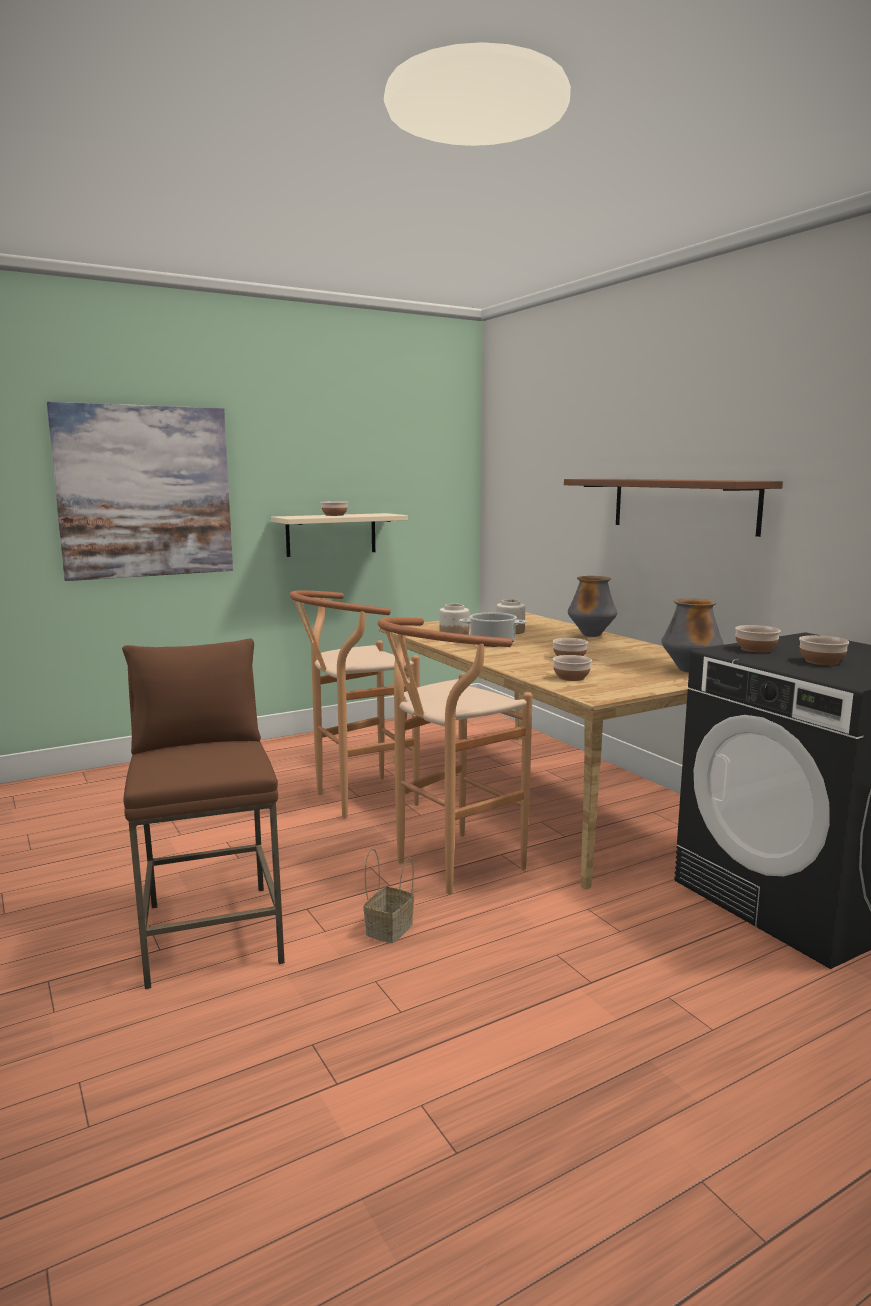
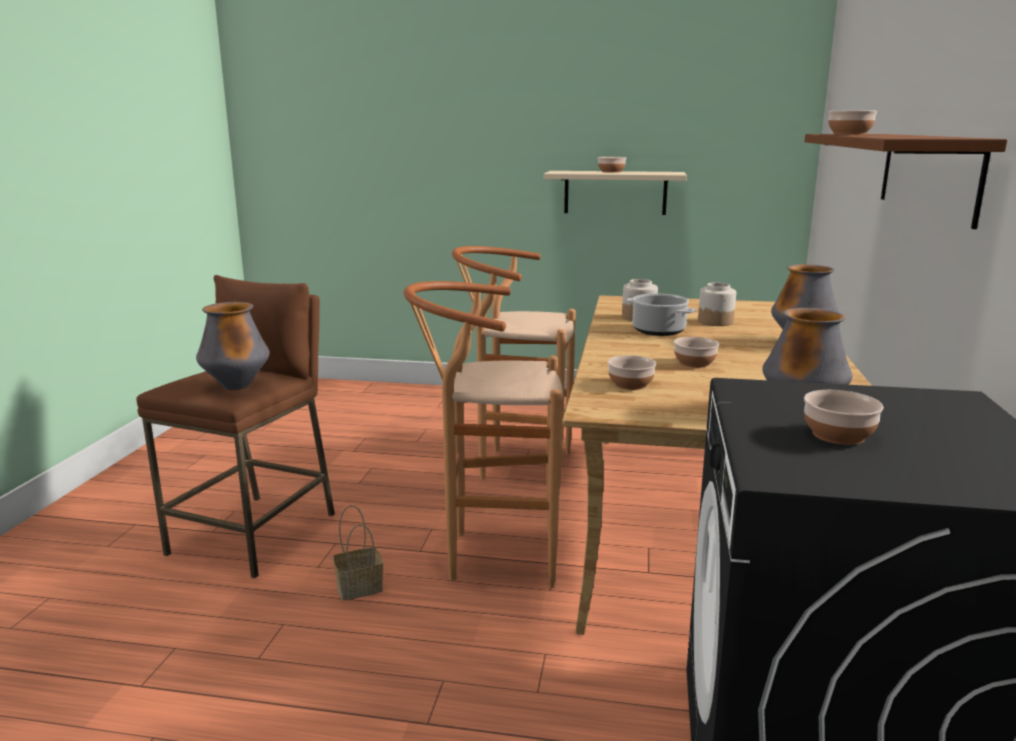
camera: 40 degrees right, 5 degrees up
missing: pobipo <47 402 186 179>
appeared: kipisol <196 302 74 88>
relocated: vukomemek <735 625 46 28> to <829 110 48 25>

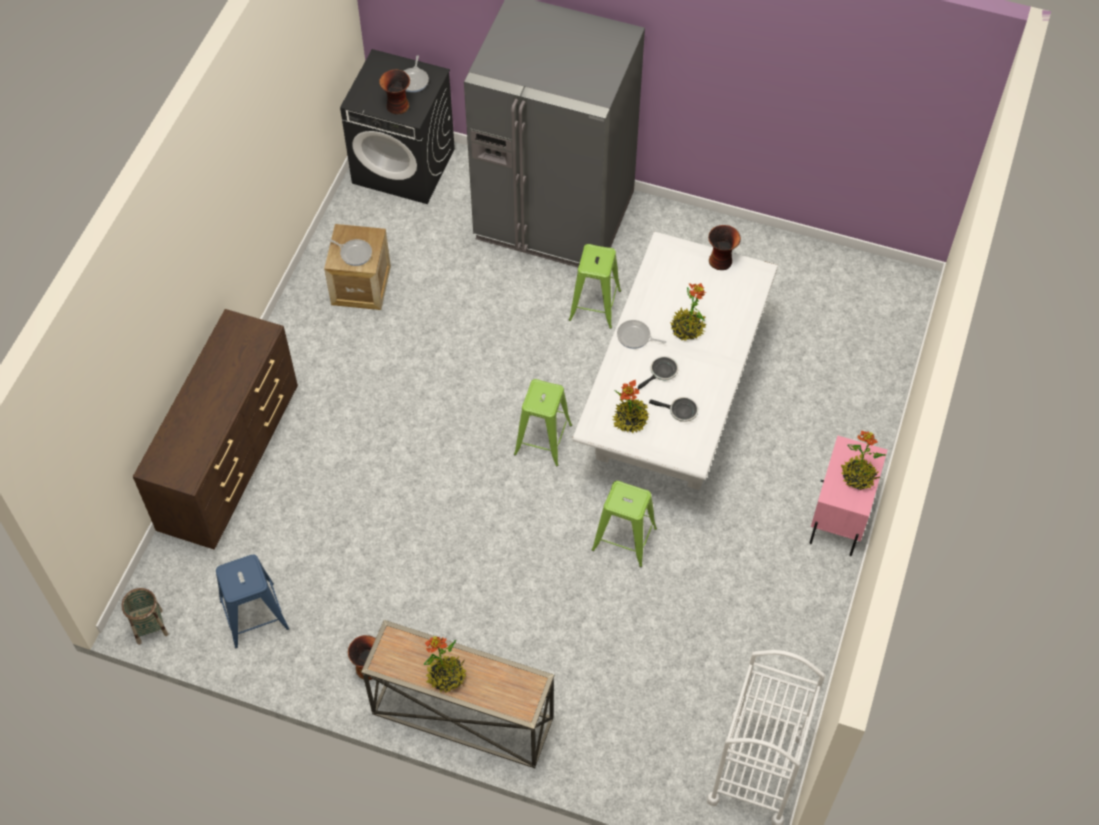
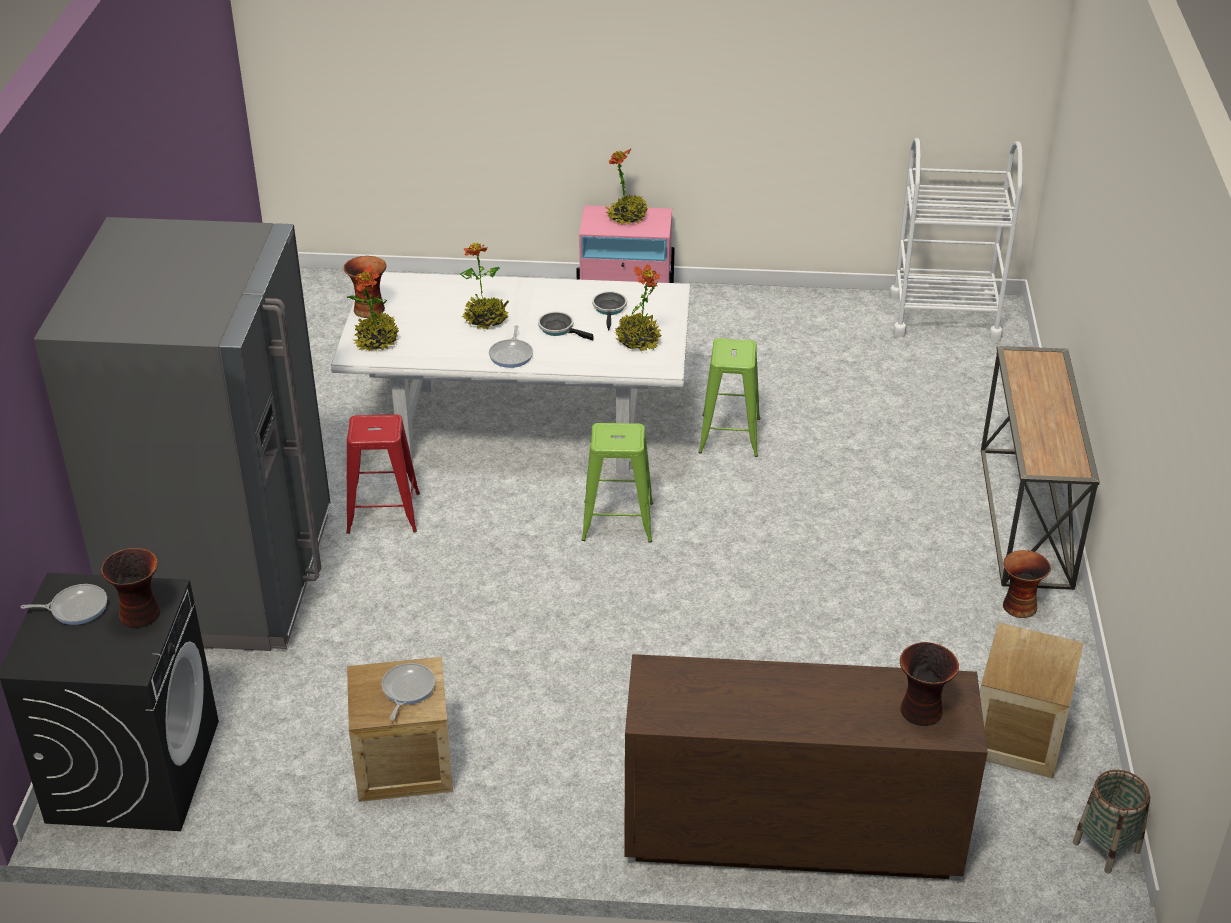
camera: 105 degrees left, 20 degrees down
appeared: kipisol <900 642 59 84>
relocated: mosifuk <424 636 42 57> to <347 264 52 87>
exchanged: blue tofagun <216 555 73 93> to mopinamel <980 623 103 155>
colour: green tofagun <569 244 52 85> to red tofagun <346 414 74 120>

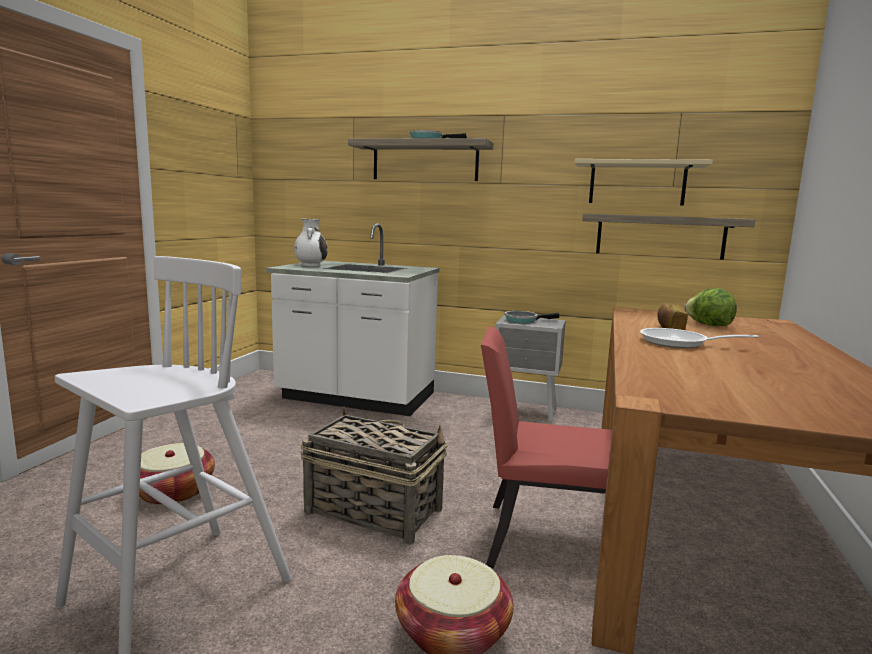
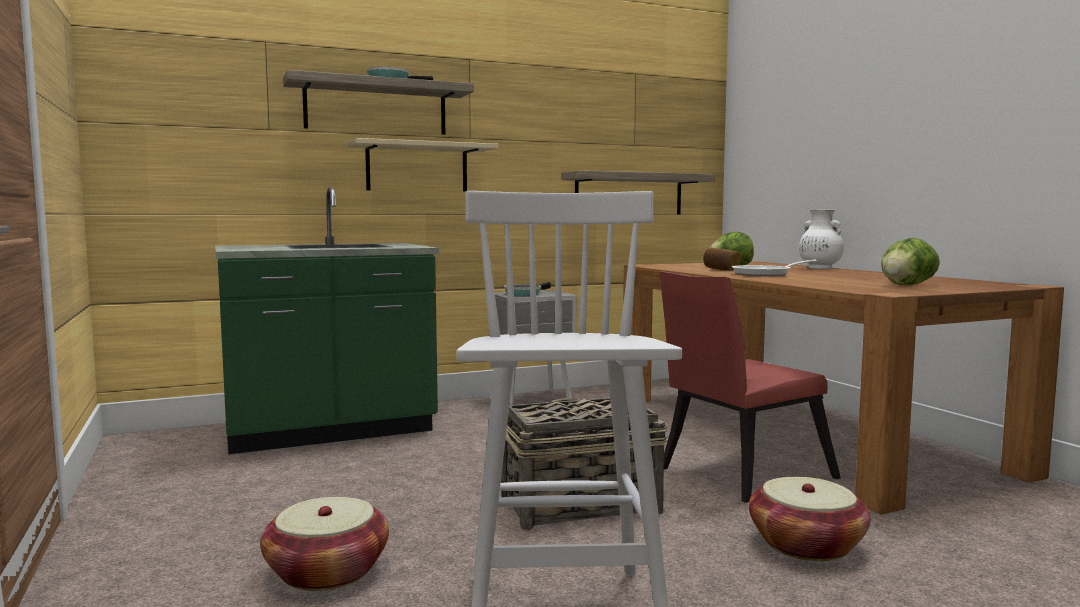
camera: 40 degrees left, 5 degrees down
appeared: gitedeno <881 238 59 47>
relocated: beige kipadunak <574 159 139 47> to <347 138 151 54>; white kipisol <294 219 34 48> to <799 210 45 59>
colour: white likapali <266 223 174 193> to green likapali <215 187 224 267>

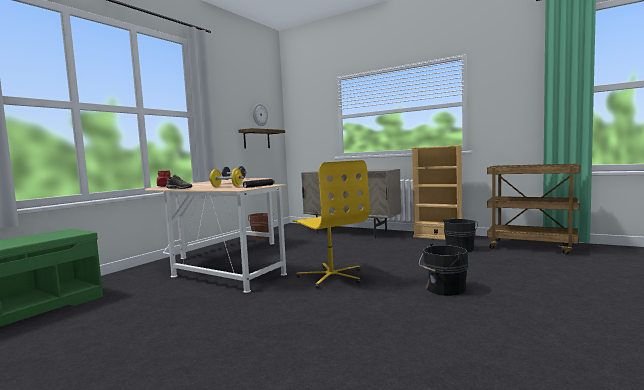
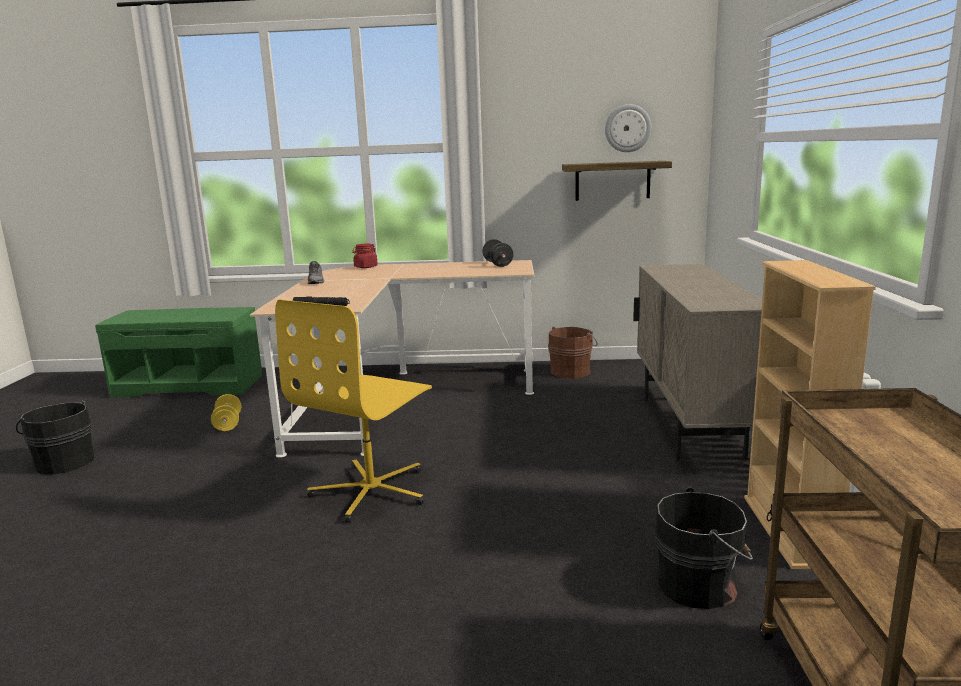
camera: 60 degrees right, 10 degrees up
relocated: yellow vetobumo <209 168 35 19> to <211 394 30 37>; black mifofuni <419 244 50 52> to <16 400 78 75>

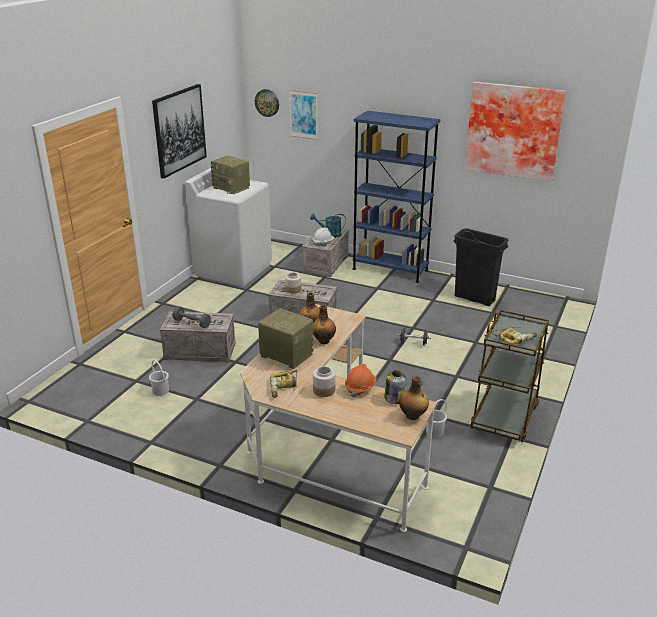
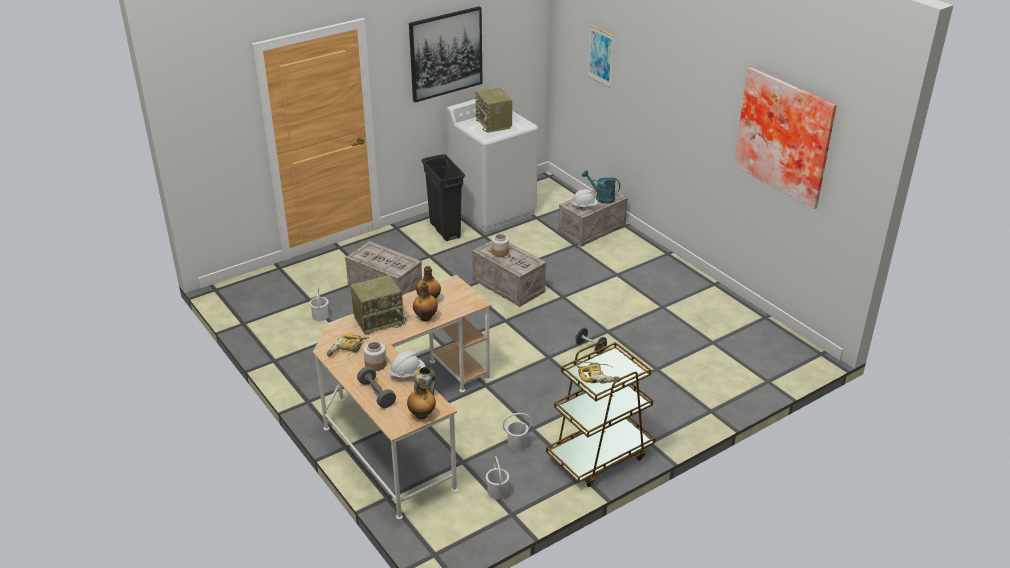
camera: 30 degrees right, 5 degrees up
missing: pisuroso <255 89 24 28>; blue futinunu <352 111 88 172>
appeared: white mifofuni <486 456 23 43>
relocated: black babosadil <454 228 54 78> to <421 154 44 87>; grey vetobumo <173 306 38 22> to <357 366 39 42>
colour: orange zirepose <345 364 32 33> to white zirepose <389 351 36 29>
spun: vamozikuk <258 308 56 61> = <350 275 56 60> 90 degrees clockwise

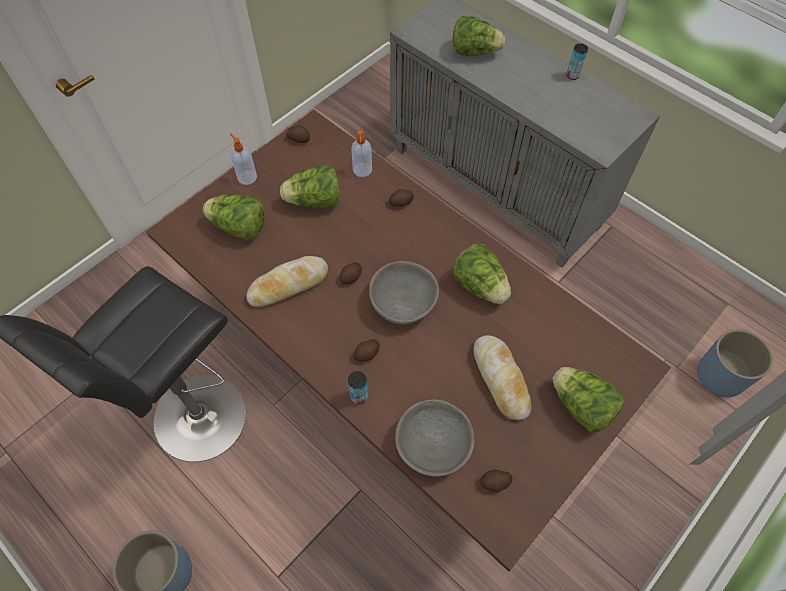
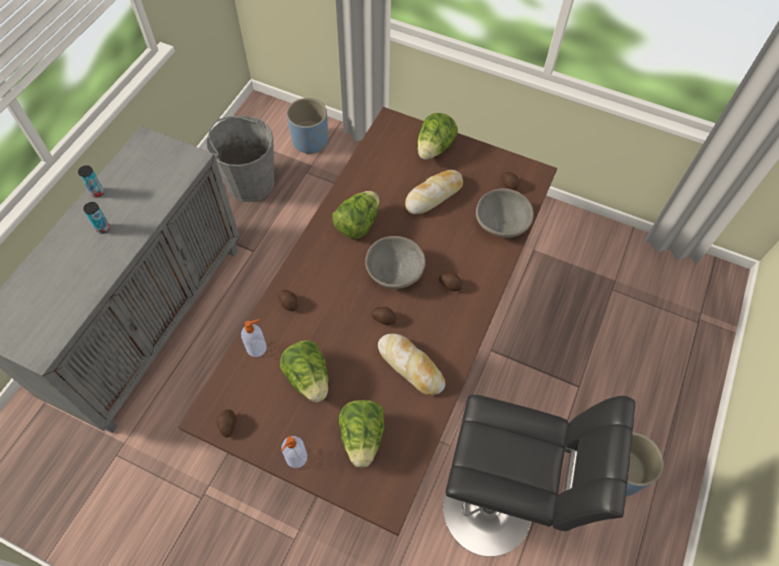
camera: 110 degrees left, 0 degrees up
missing: gitedeno <453 16 52 40>
appeared: grey mifofuni <206 116 69 86>
relocated: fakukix <348 371 20 34> to <83 202 27 32>

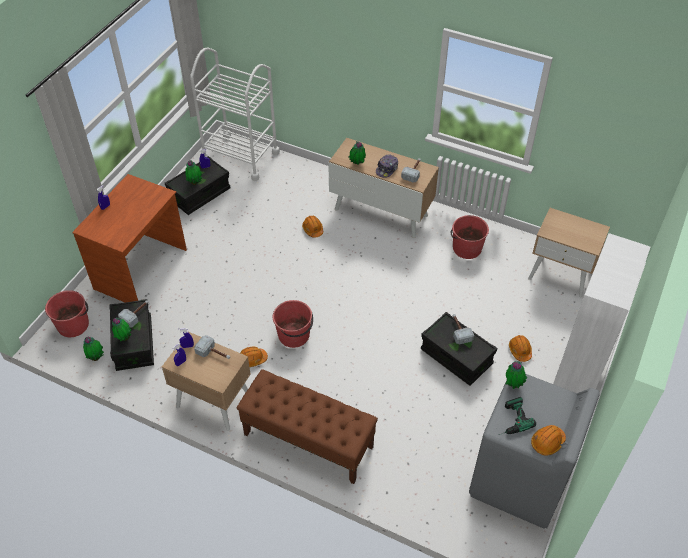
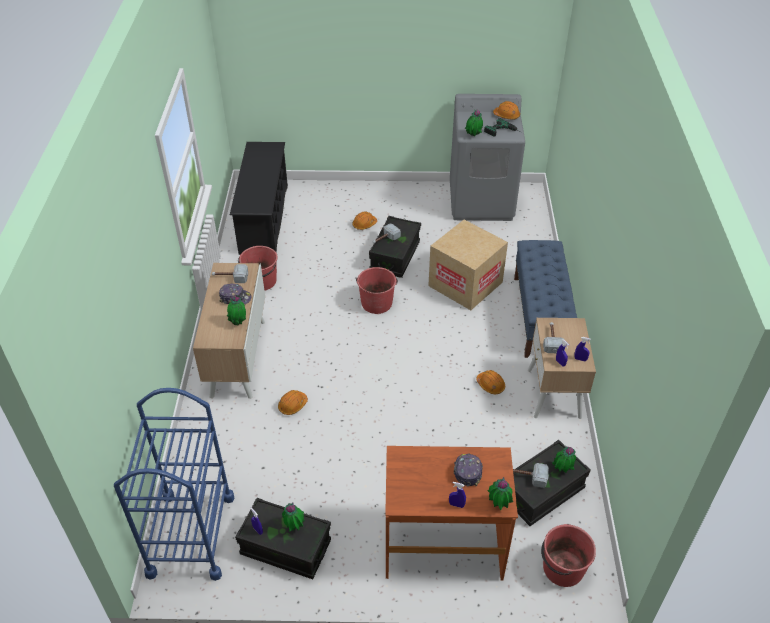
camera: 115 degrees left, 5 degrees down
missing: white futinunu <553 233 97 160>
appeared: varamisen <428 220 80 90>; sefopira <454 454 29 33>
relocated: red mifofuni <273 300 40 48> to <356 267 42 47>; mosifuk <83 336 21 25> to <488 477 25 33>
exchanged: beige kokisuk <528 208 82 90> to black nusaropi <230 142 58 113>
colour: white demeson <190 47 90 134> to blue demeson <114 388 121 193>; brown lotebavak <237 369 141 115> to blue lotebavak <514 240 63 118>

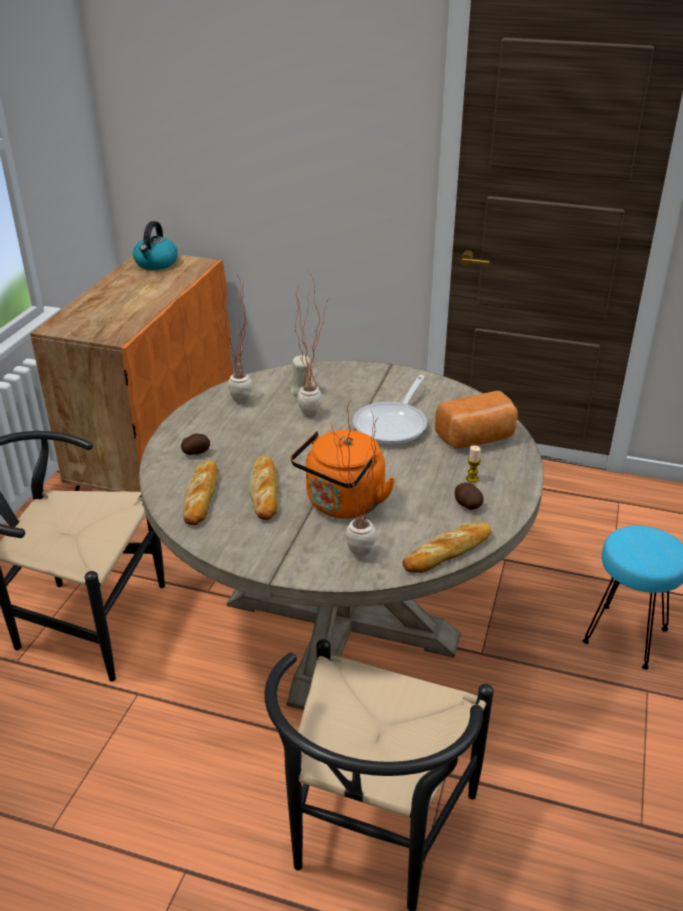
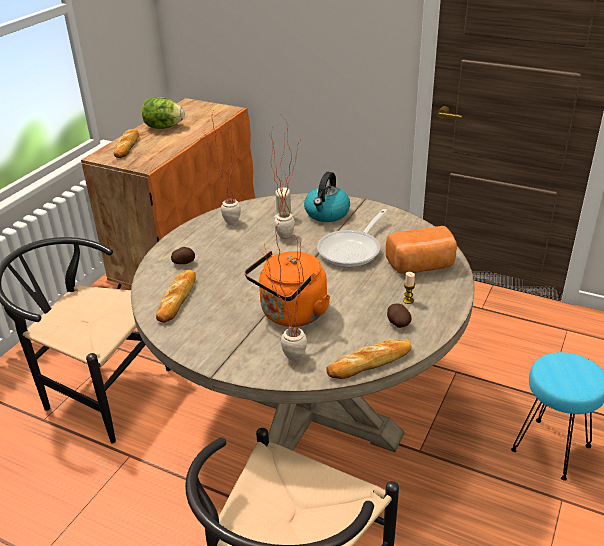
camera: 10 degrees right, 0 degrees up
appeared: gitedeno <142 97 43 32>
relocated: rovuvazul <133 221 45 49> to <304 172 46 50>; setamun <249 456 29 64> to <114 129 25 29>

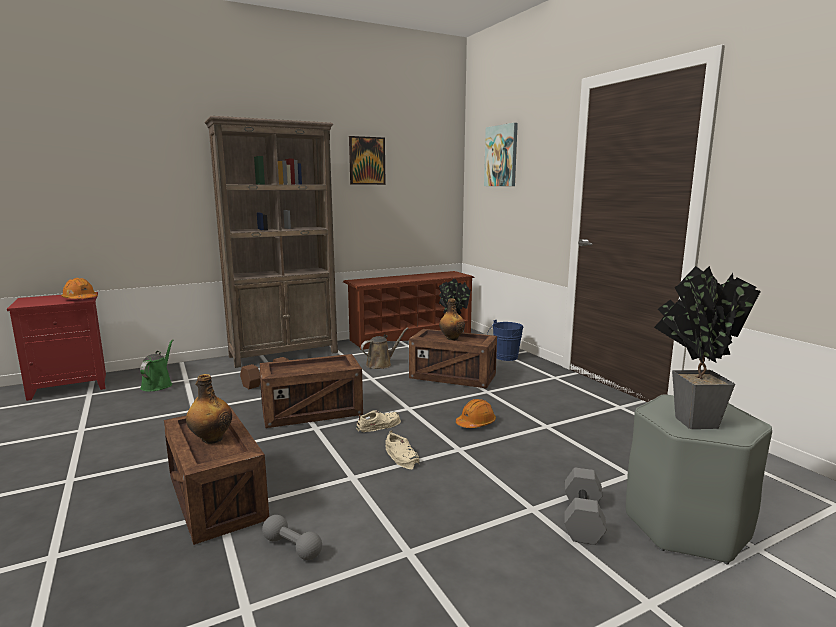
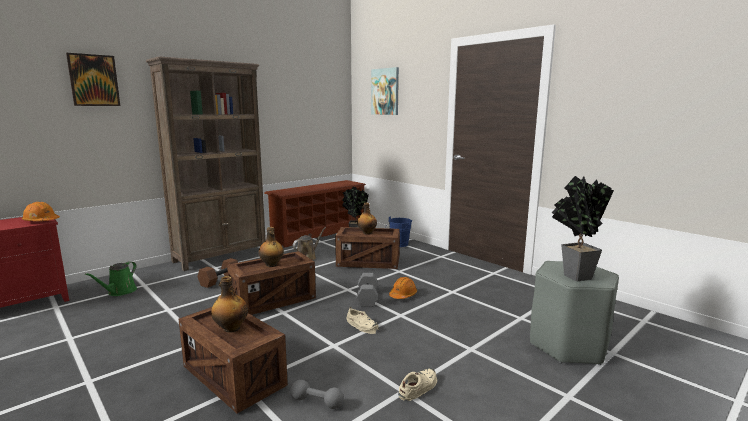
camera: 15 degrees left, 0 degrees up
appeared: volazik <259 227 25 40>
relocated: pobipo <349 136 37 49> to <66 53 54 53>; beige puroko <356 410 45 22> to <398 368 39 33>; grey vetobumo <564 468 43 77> to <357 273 21 34>
spun: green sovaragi <140 339 33 52> = <85 261 52 35> 150 degrees counterclockwise

